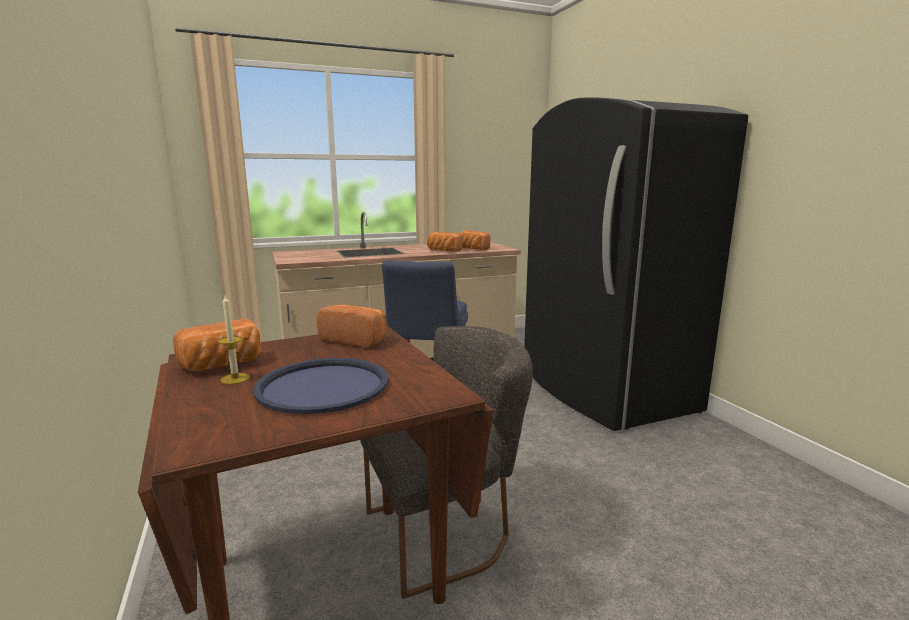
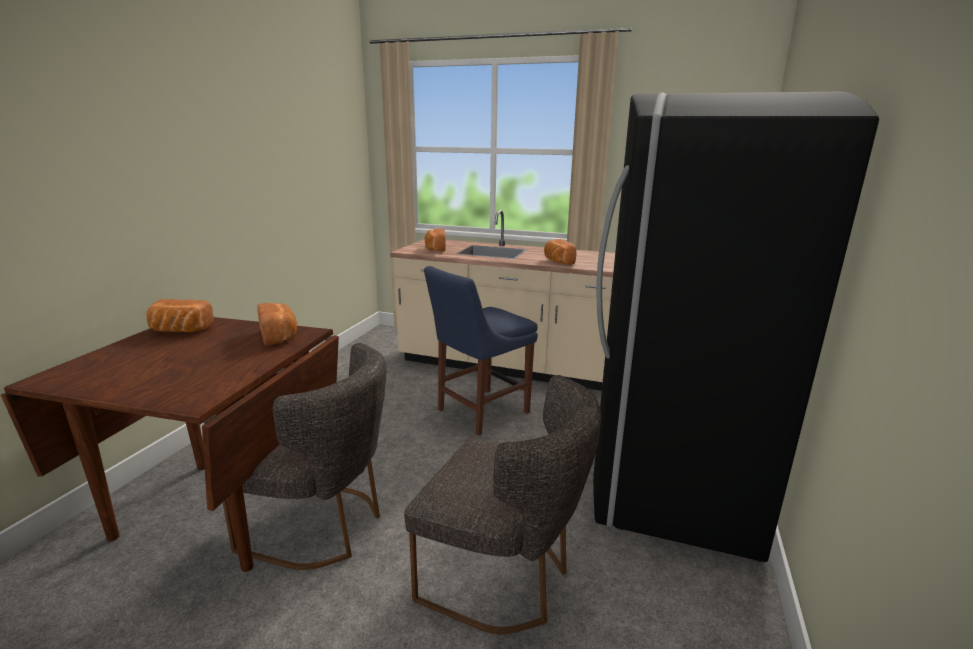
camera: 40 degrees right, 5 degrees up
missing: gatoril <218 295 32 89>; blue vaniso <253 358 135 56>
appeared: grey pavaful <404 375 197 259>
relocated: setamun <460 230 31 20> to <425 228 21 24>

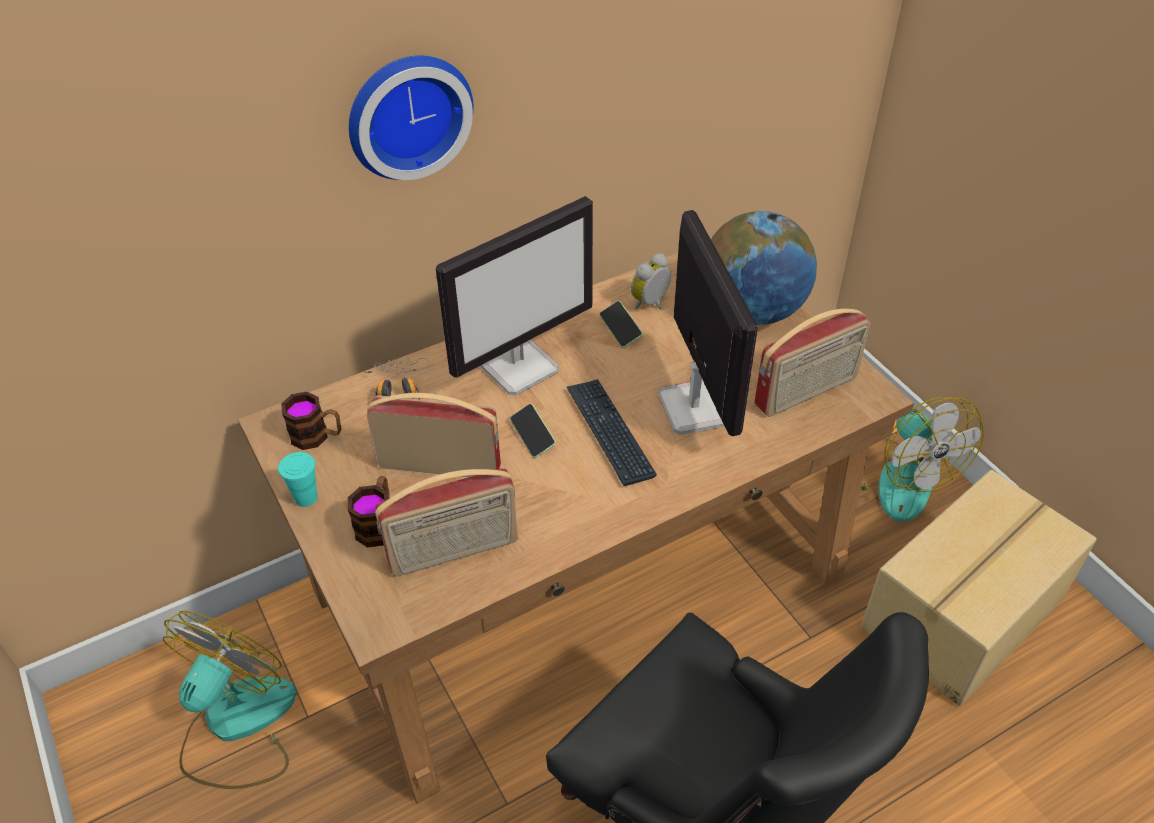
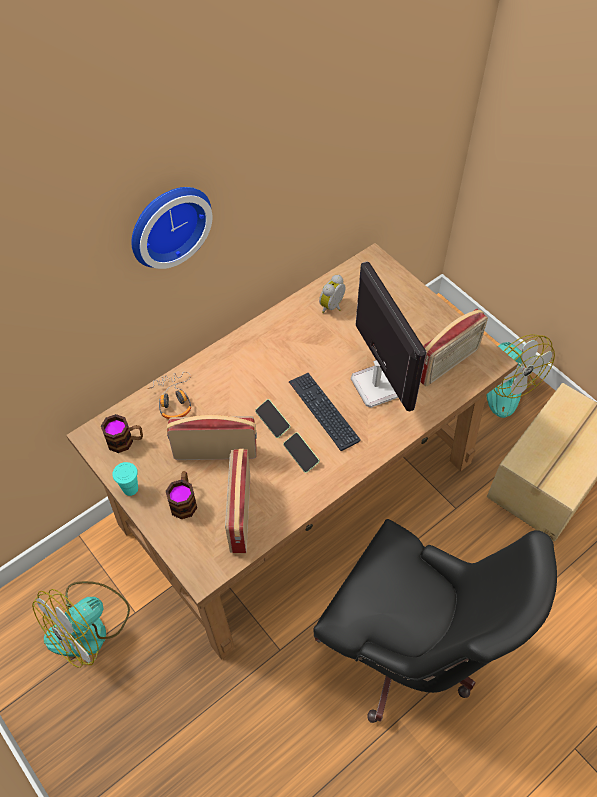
camera: 10 degrees left, 10 degrees up
missing: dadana <436 196 157 199>; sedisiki <711 211 106 114>
relocated: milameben <599 301 44 47> to <283 432 37 41>
spun: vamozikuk <375 468 143 108> = <225 449 25 104> 120 degrees clockwise; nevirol <163 610 133 179> = <32 581 98 87> 150 degrees counterclockwise

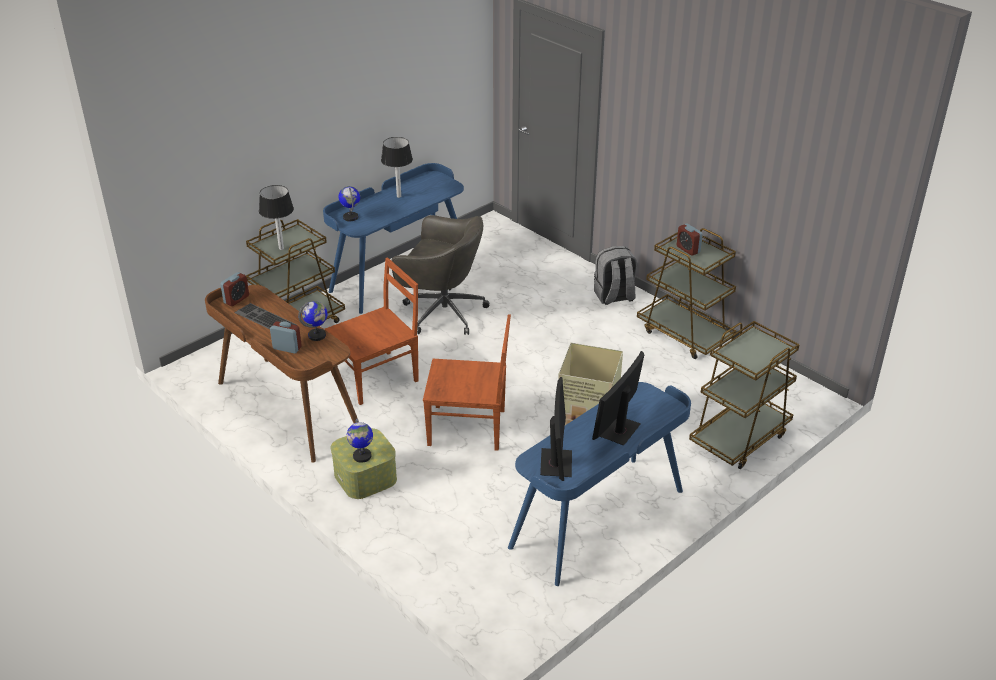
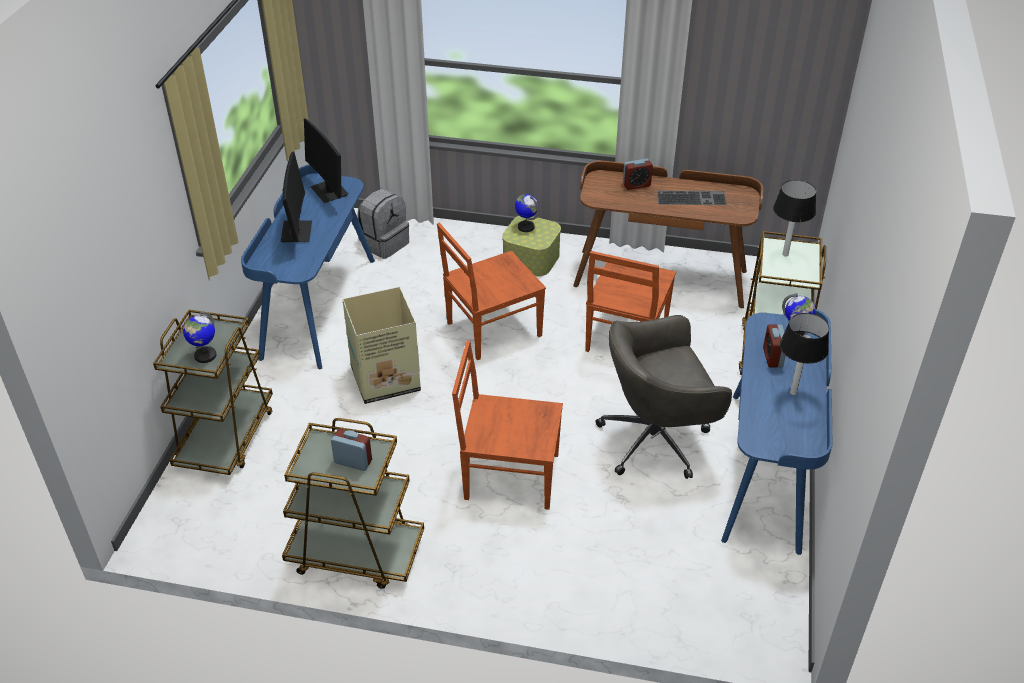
camera: 145 degrees right, 5 degrees up
appeared: brown pavaful <452 340 111 170>
relocated: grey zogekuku <594 246 43 59> to <357 189 52 70>; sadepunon <220 272 29 34> to <763 325 23 42>; sedisiki <298 301 29 40> to <183 312 33 51>

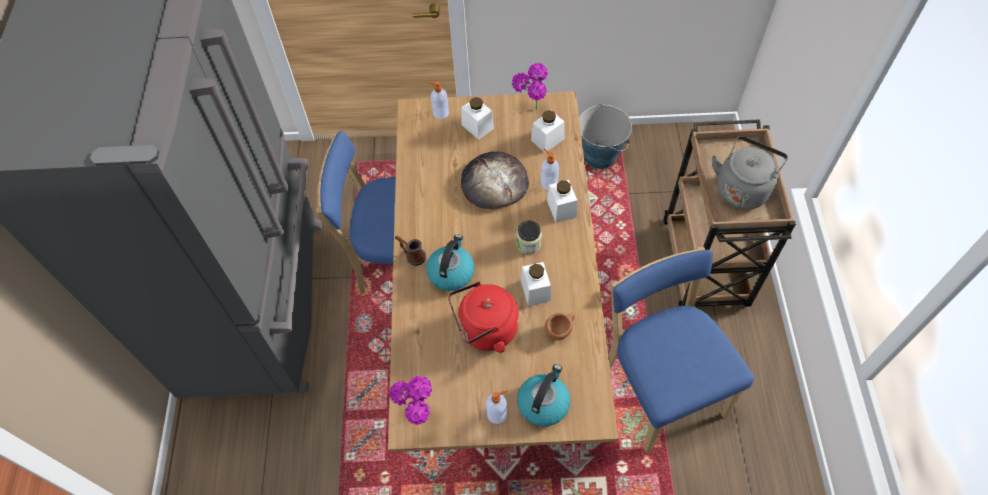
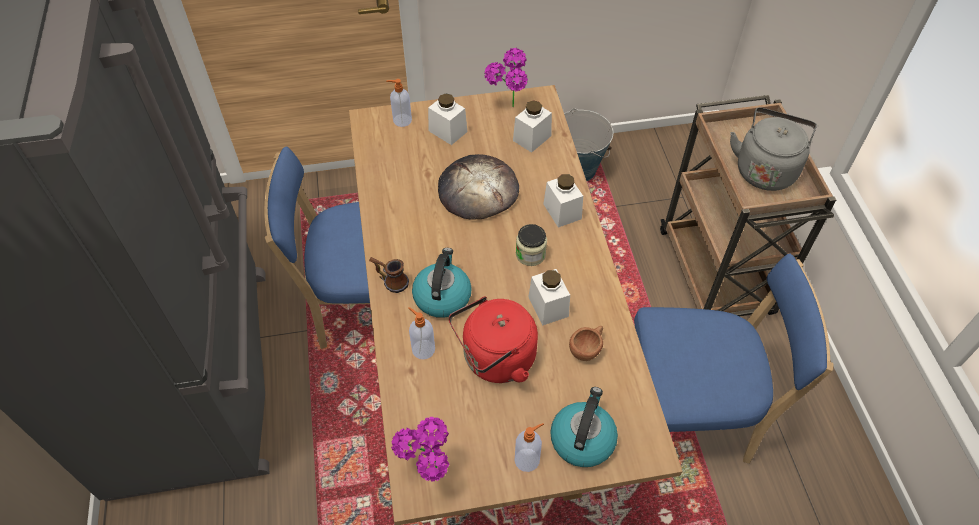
camera: 10 degrees left, 5 degrees down
relocated: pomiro <541 149 18 41> to <408 307 27 53>
spun: blue pavaful <608 247 146 206> = <634 253 200 211> 120 degrees clockwise

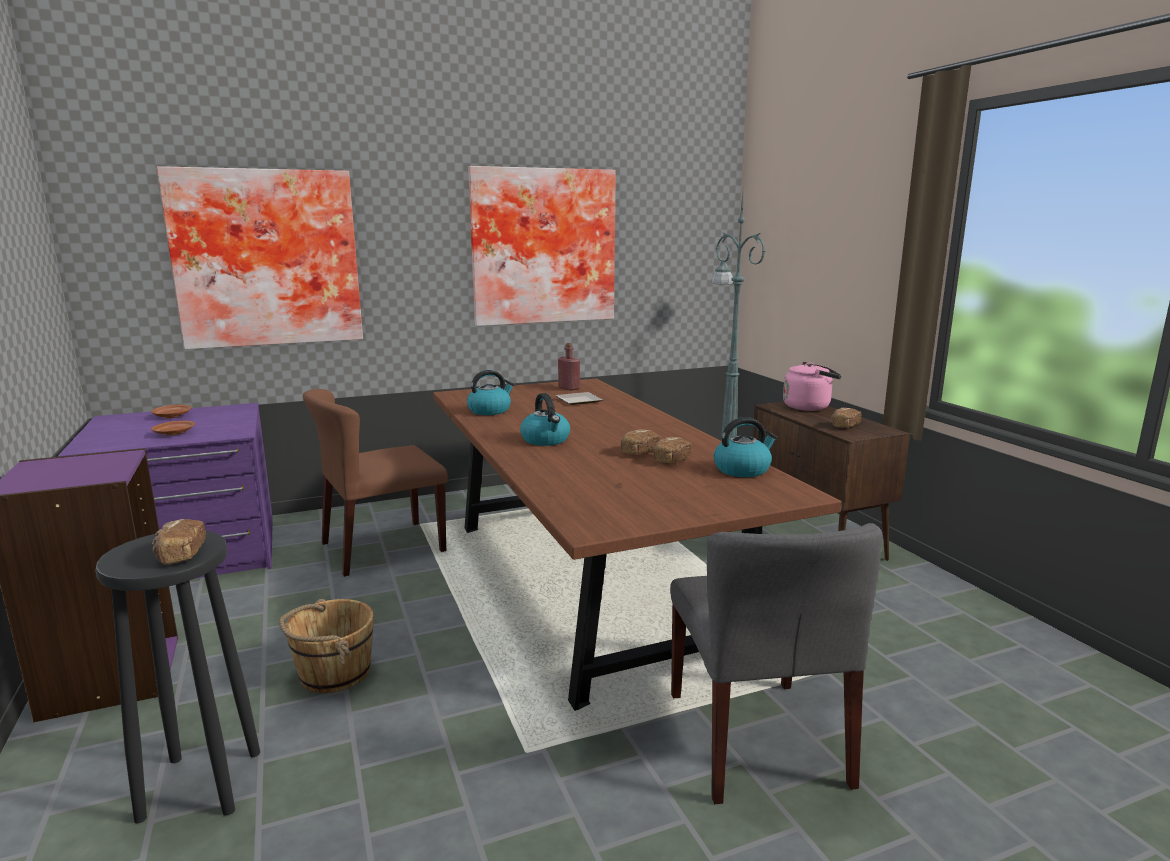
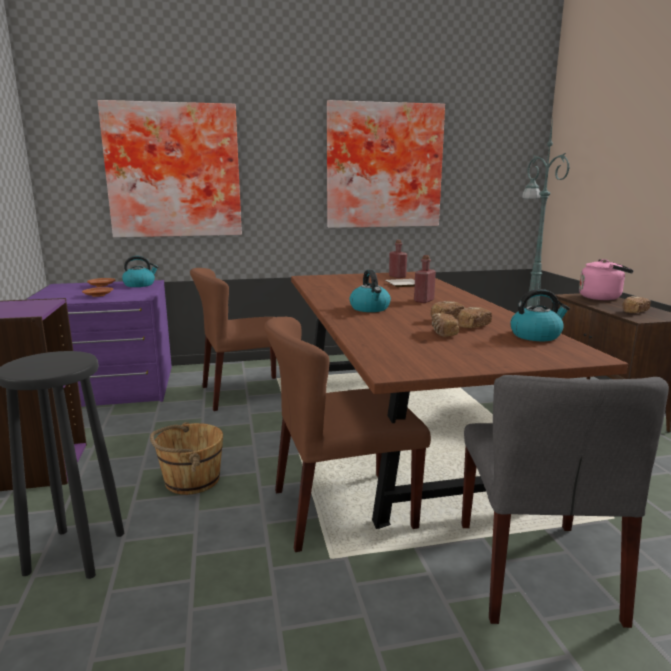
camera: 10 degrees right, 0 degrees up
appeared: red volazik <414 255 22 48>; brown pavaful <264 316 167 236>
relocated: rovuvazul <467 370 48 45> to <122 256 37 31>; setamun <152 519 54 46> to <432 313 27 24>

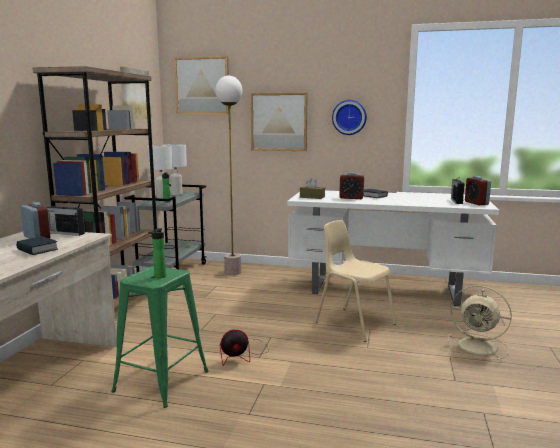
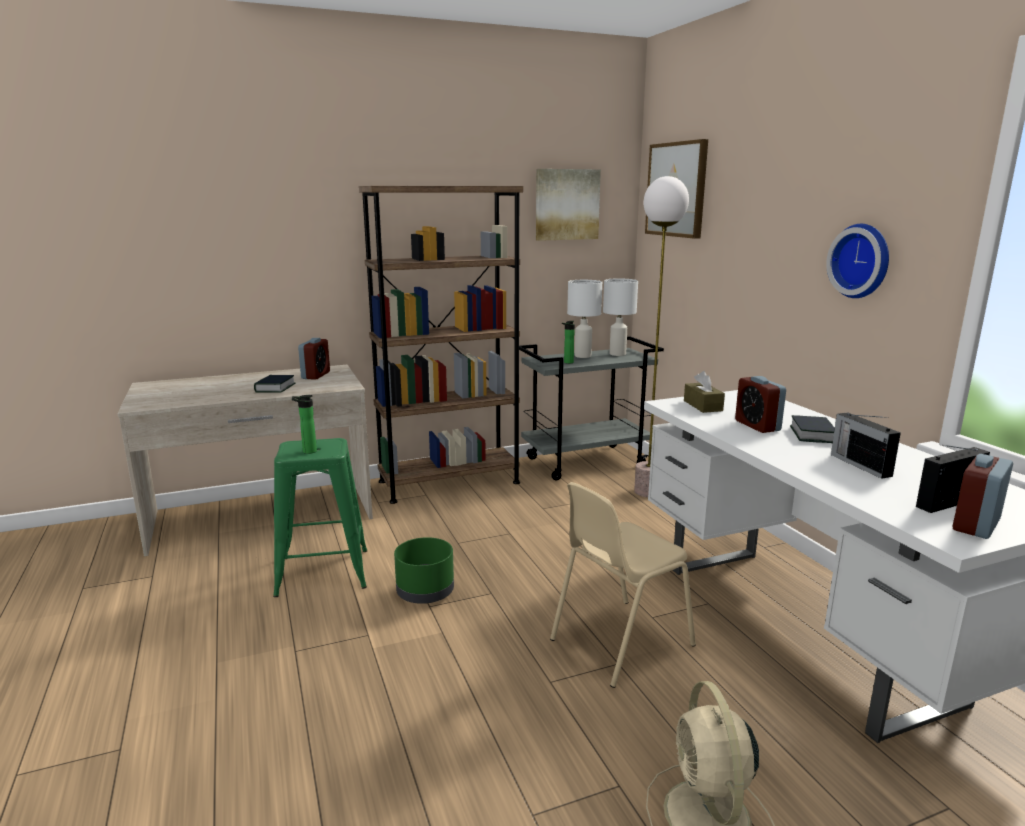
camera: 55 degrees right, 5 degrees up
missing: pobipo <251 93 57 58>
relocated: vamozikuk <46 201 39 35> to <831 412 70 67>
exchanged: nevirol <220 329 49 37> to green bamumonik <394 537 60 67>
spun: beige pavaful <315 220 81 122> = <550 482 146 206> 135 degrees counterclockwise

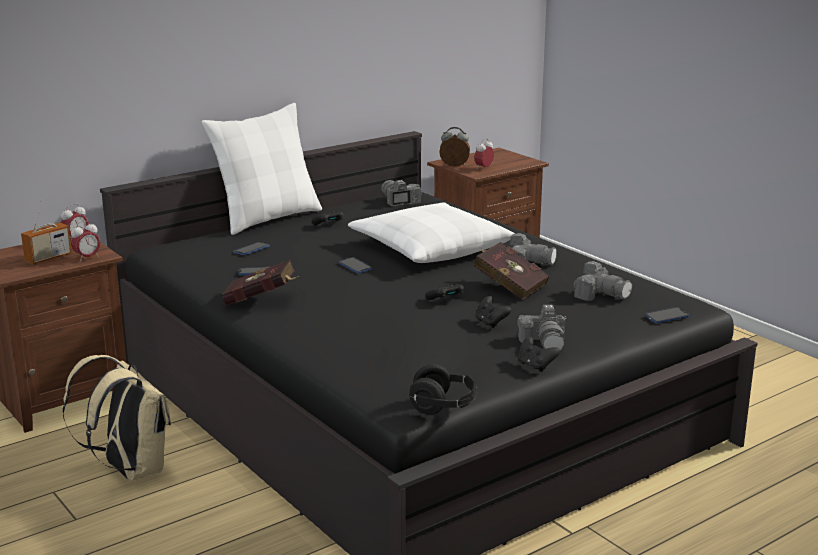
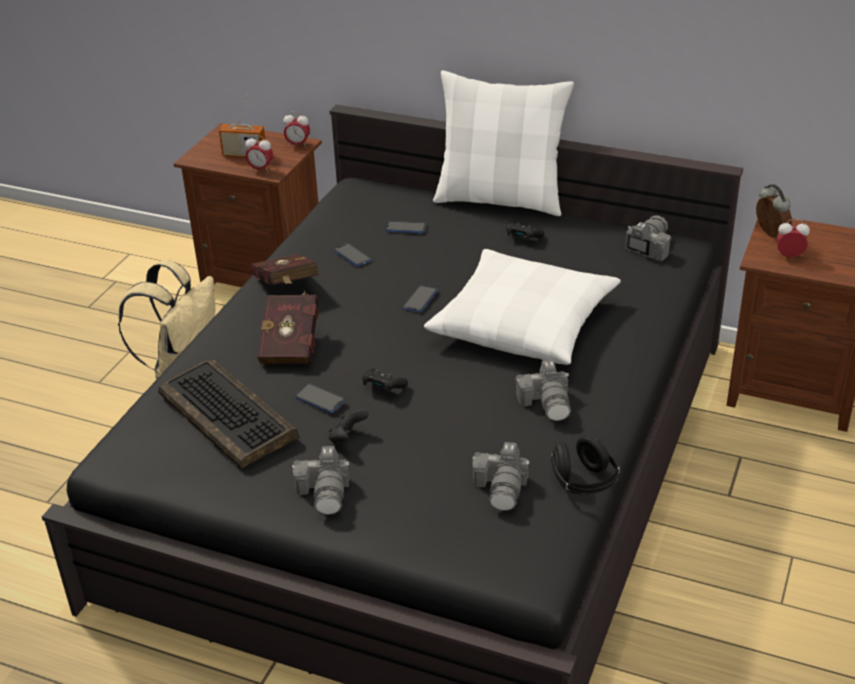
camera: 60 degrees right, 15 degrees up
missing: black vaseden <518 337 42 35>
appeared: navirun <158 358 141 111>
relocated: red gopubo <473 242 77 58> to <257 291 62 73>; milameben <645 307 44 16> to <295 383 50 30>; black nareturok <409 364 68 51> to <551 435 69 60>
spun: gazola <517 305 49 46> = <292 446 58 69> 60 degrees counterclockwise

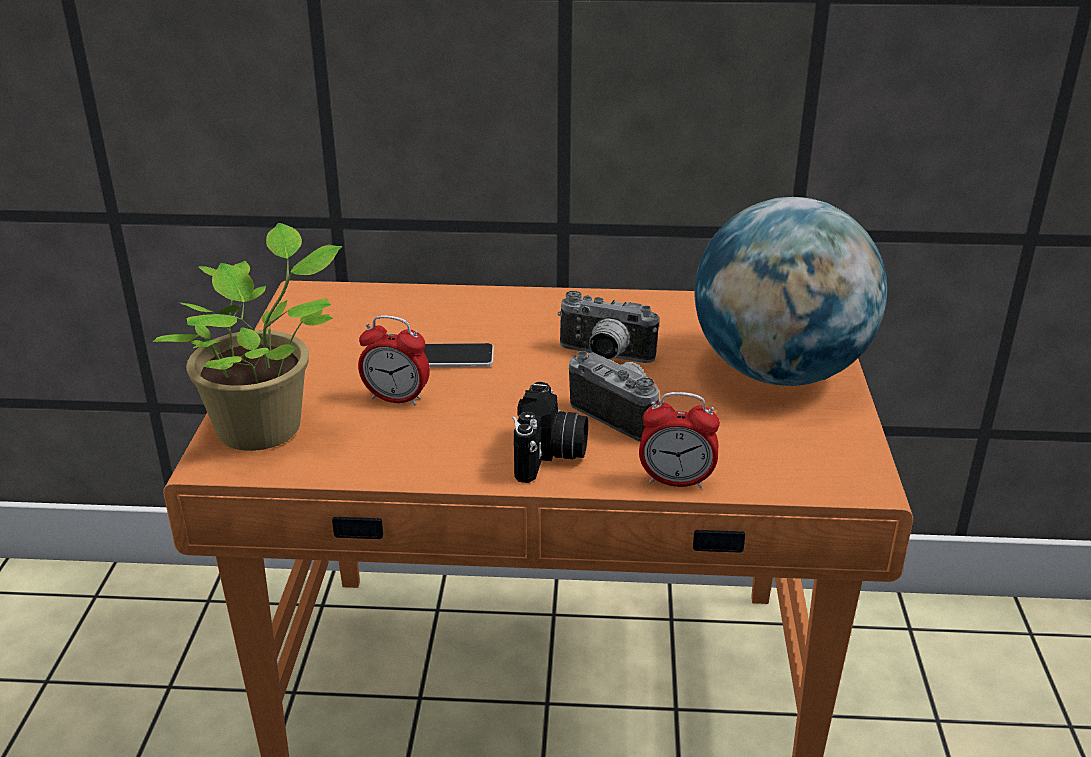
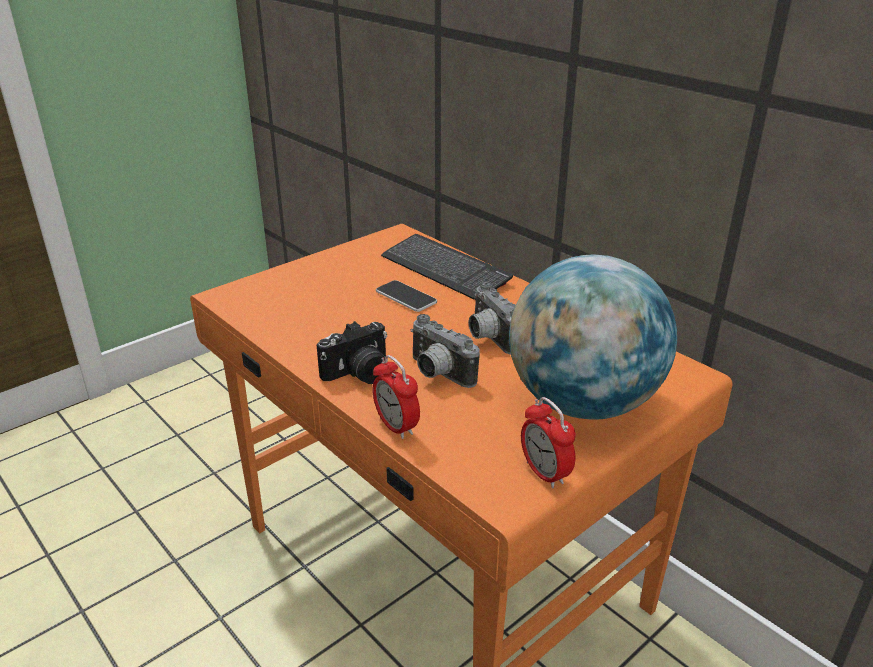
camera: 45 degrees right, 0 degrees up
missing: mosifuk <153 223 189 228>
appeared: navirun <381 234 132 66>
relocated: sadepunon <358 315 72 91> to <521 397 55 91>
spun: gazola <569 351 92 91> = <410 314 70 74> 135 degrees clockwise

